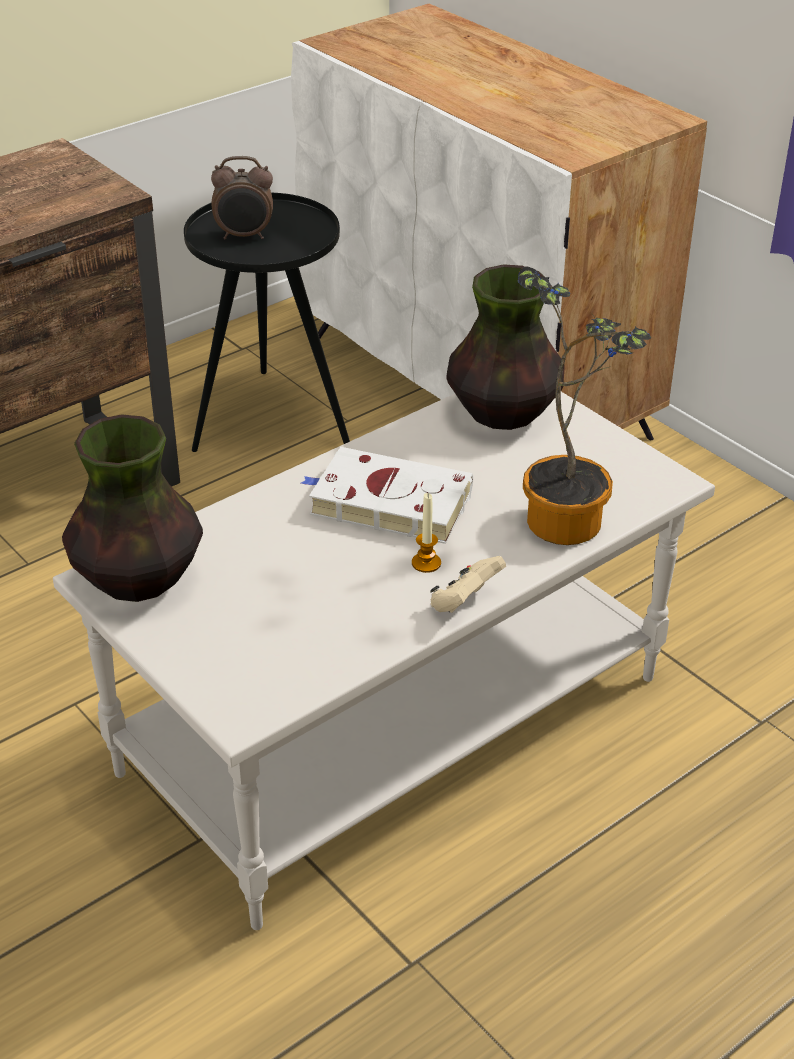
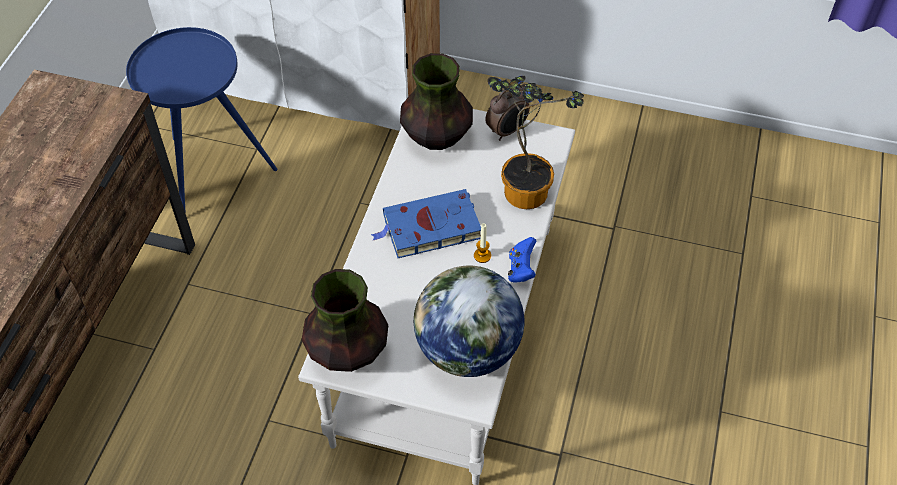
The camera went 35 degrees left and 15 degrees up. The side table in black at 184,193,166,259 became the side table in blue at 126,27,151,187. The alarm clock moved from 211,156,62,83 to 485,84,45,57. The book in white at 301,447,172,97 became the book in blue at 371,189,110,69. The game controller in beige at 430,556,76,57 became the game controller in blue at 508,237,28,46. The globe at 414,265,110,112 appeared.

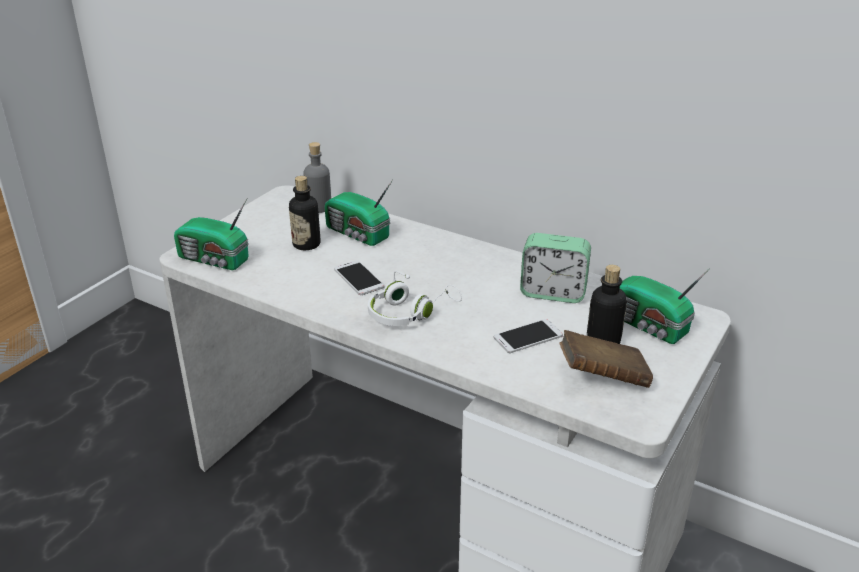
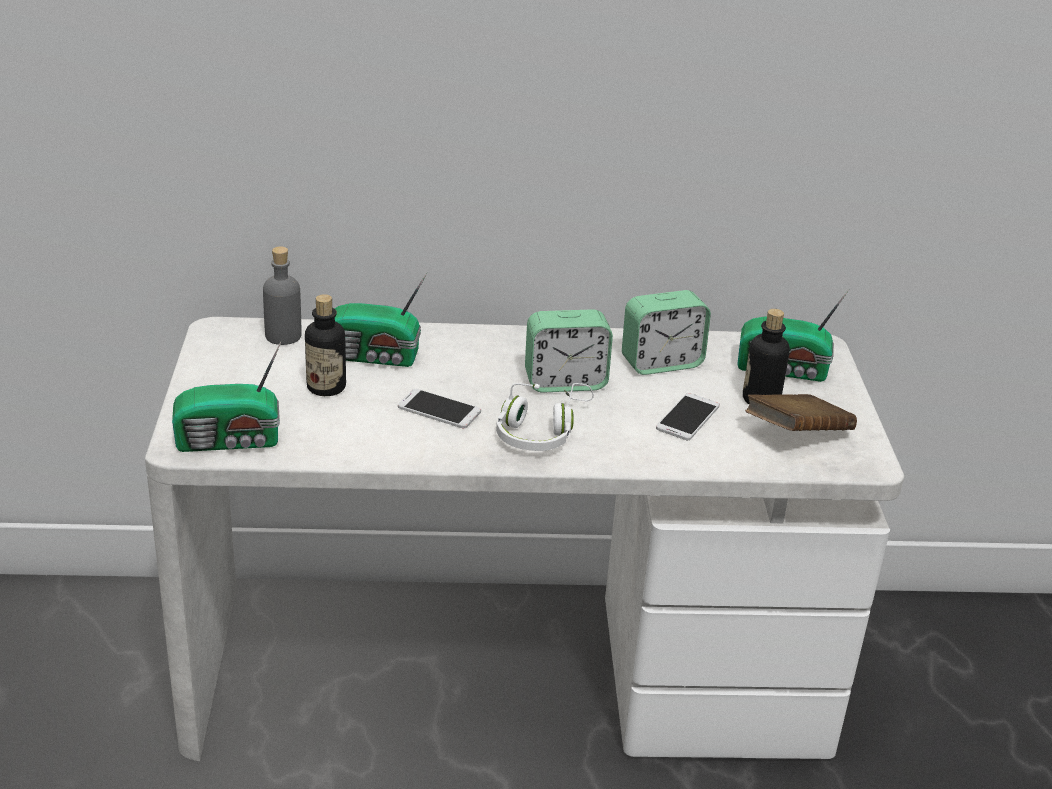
The camera went 35 degrees left and 0 degrees up. The alarm clock at 525,309,88,84 appeared.

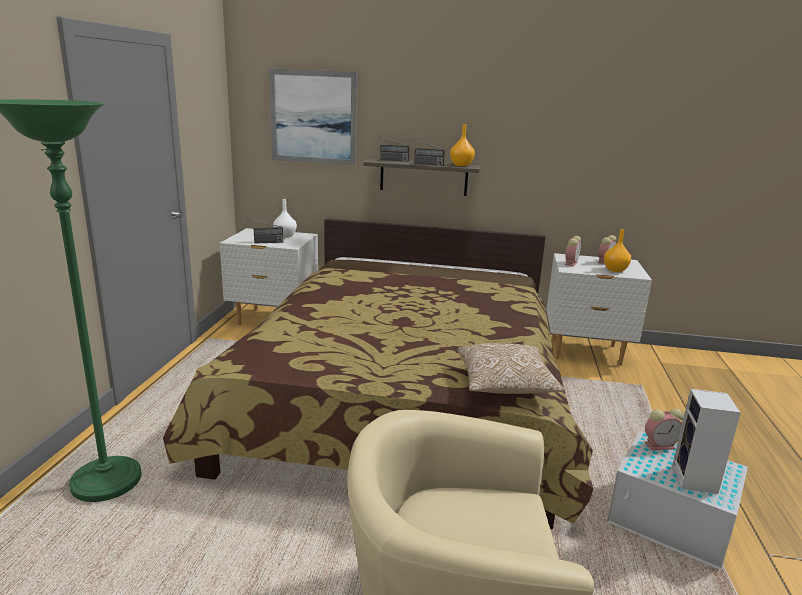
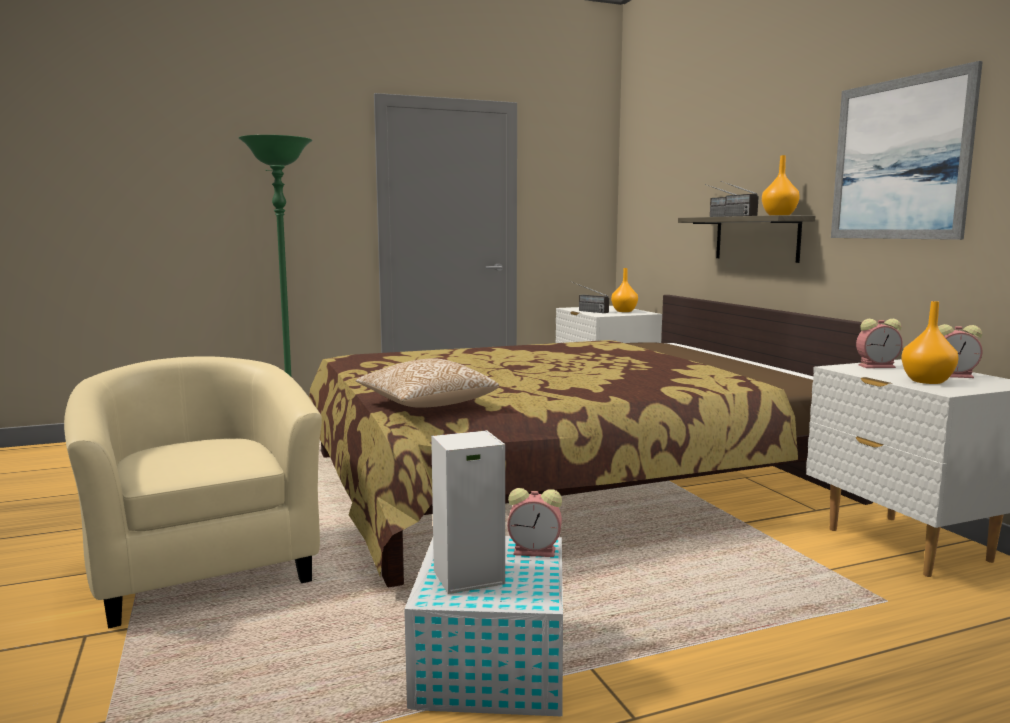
The camera went 60 degrees right and 10 degrees down. The picture moved from 269,69,88,96 to 831,61,152,179. The vase in white at 273,199,24,39 became the vase in orange at 611,268,27,44. The alarm clock at 645,409,39,41 turned 45 degrees counterclockwise.

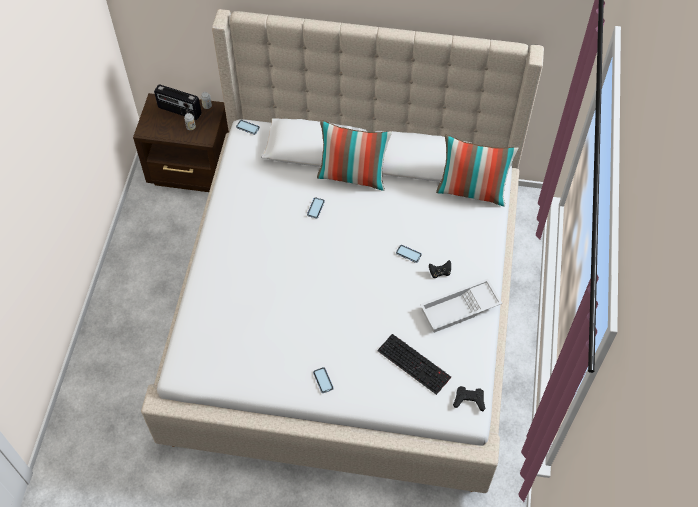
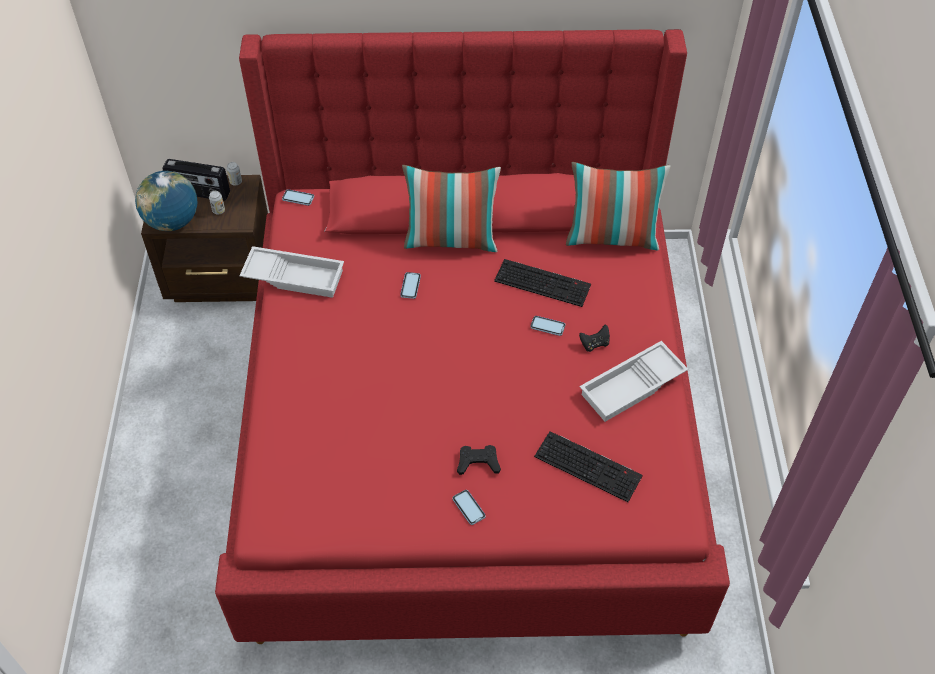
The camera went 10 degrees left and 5 degrees down. The bed in beige at 141,9,403,484 became the bed in red at 215,29,515,615. The game controller in black moved from 453,386,32,25 to 457,445,44,30. The globe at 135,171,63,60 appeared. The tray in white at 240,246,104,52 appeared. The keyboard at 494,259,97,48 appeared.

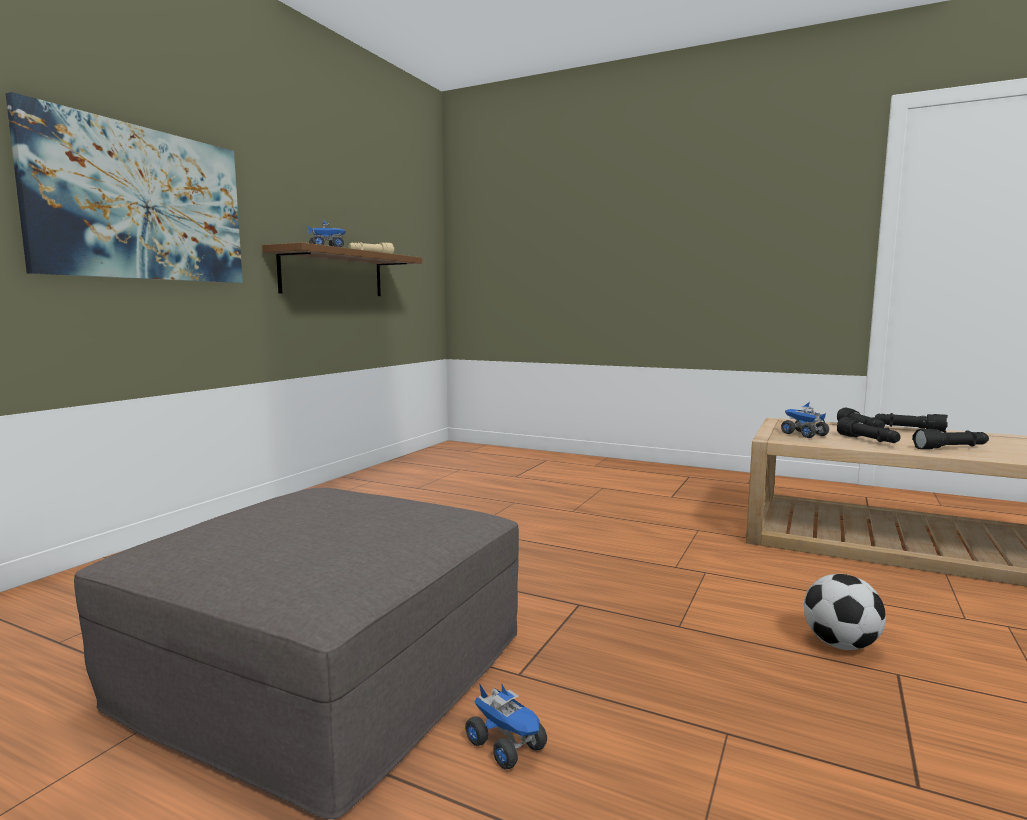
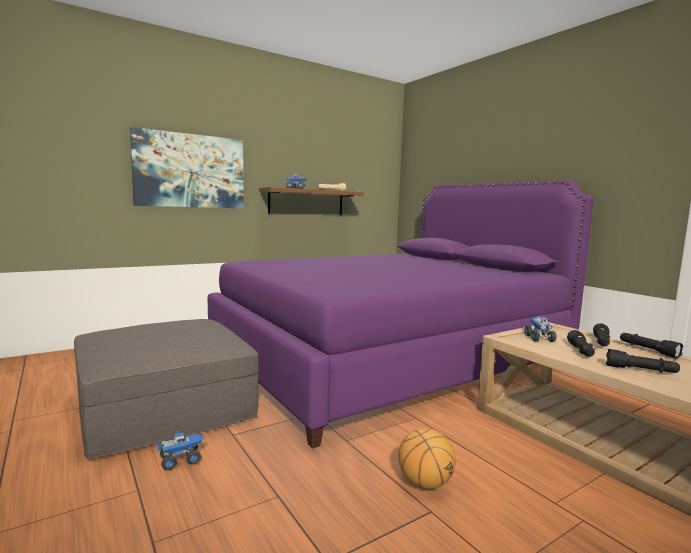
The camera went 30 degrees right and 0 degrees up. The toy truck at 465,683,82,87 turned 105 degrees counterclockwise. The football at 804,574,82,76 was replaced by the basketball at 398,428,58,61. The bed in purple at 207,180,387,269 appeared.

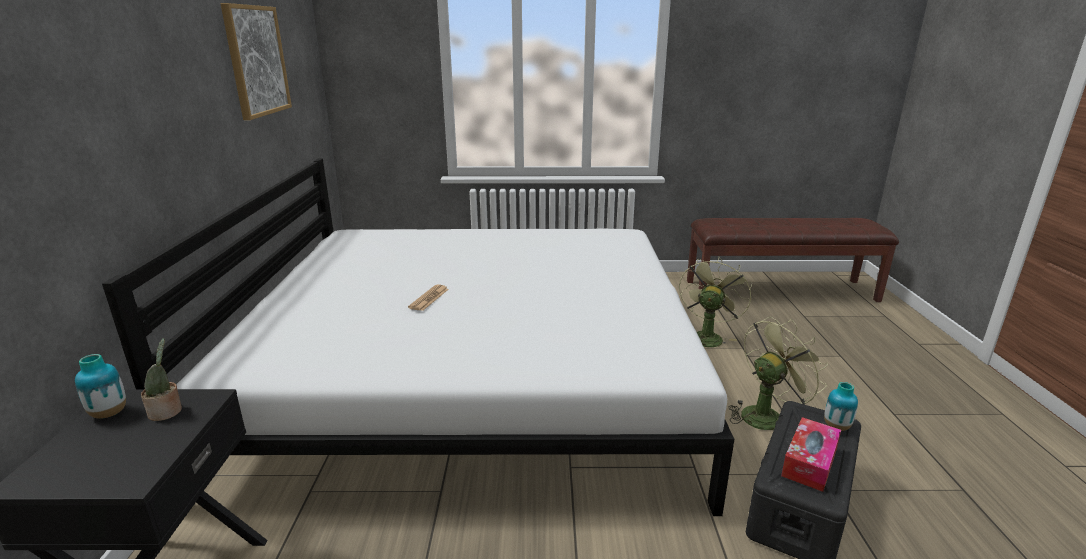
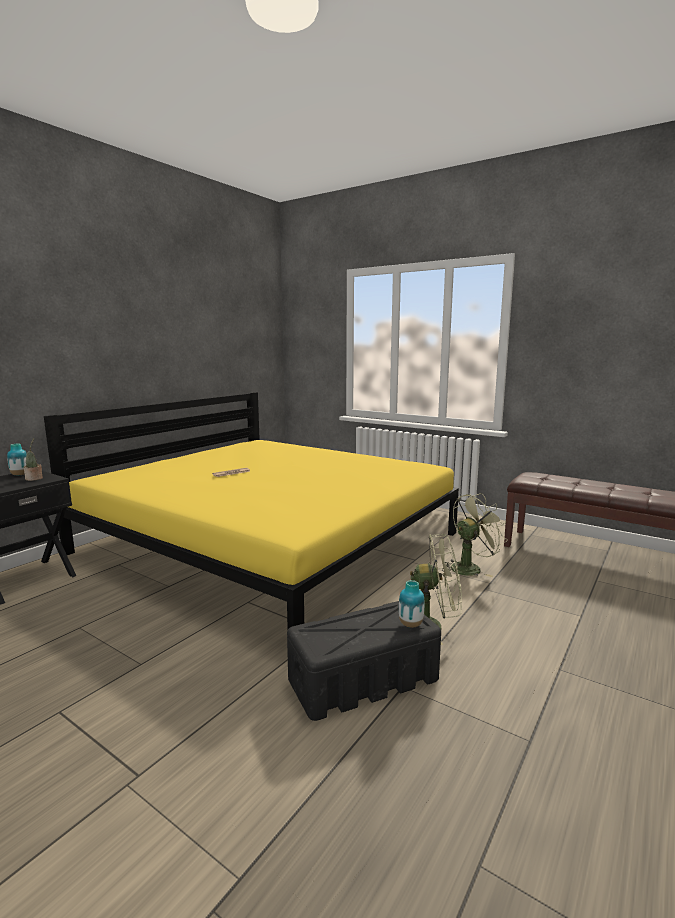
The camera went 35 degrees right and 10 degrees down. The bed in white at 102,158,632,358 became the bed in yellow at 44,392,415,237. The picture at 220,3,72,117 disappeared. The tissue box at 781,417,60,75 disappeared.

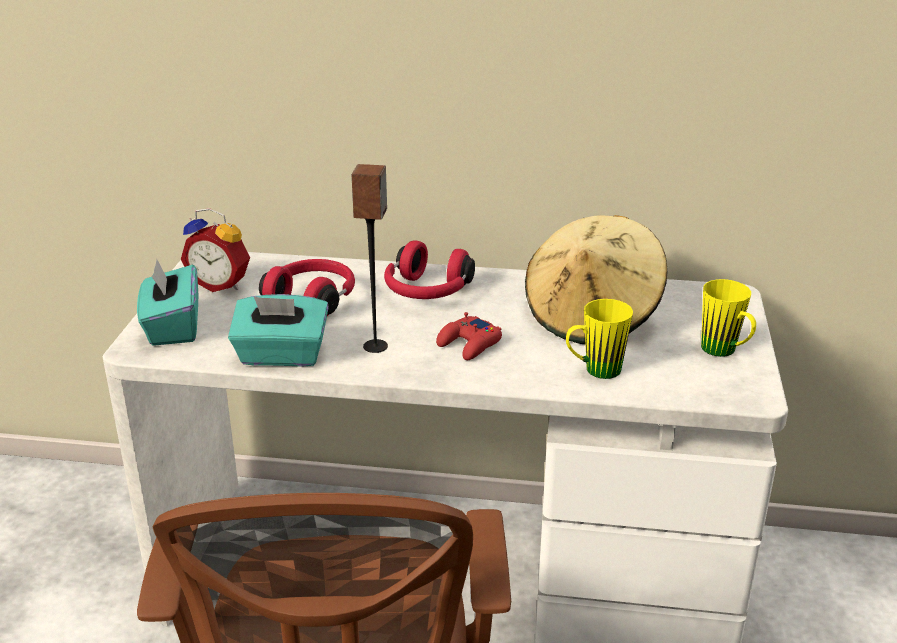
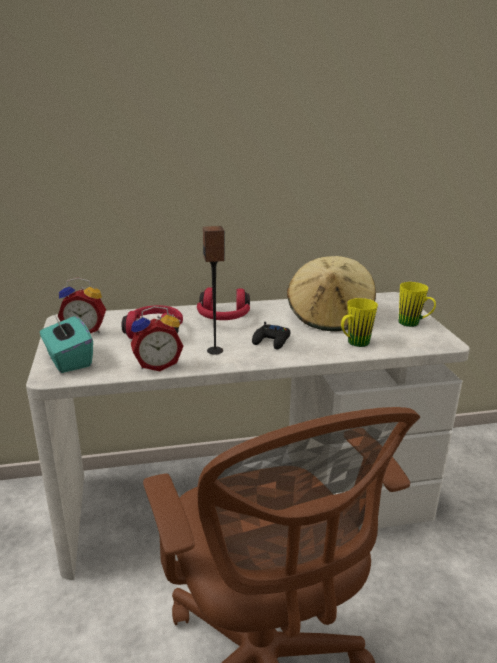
The camera went 20 degrees left and 5 degrees down. The tissue box in turquoise at 228,294,101,73 was replaced by the alarm clock at 131,306,52,65. The game controller in red at 436,312,66,48 became the game controller in black at 252,322,38,28.

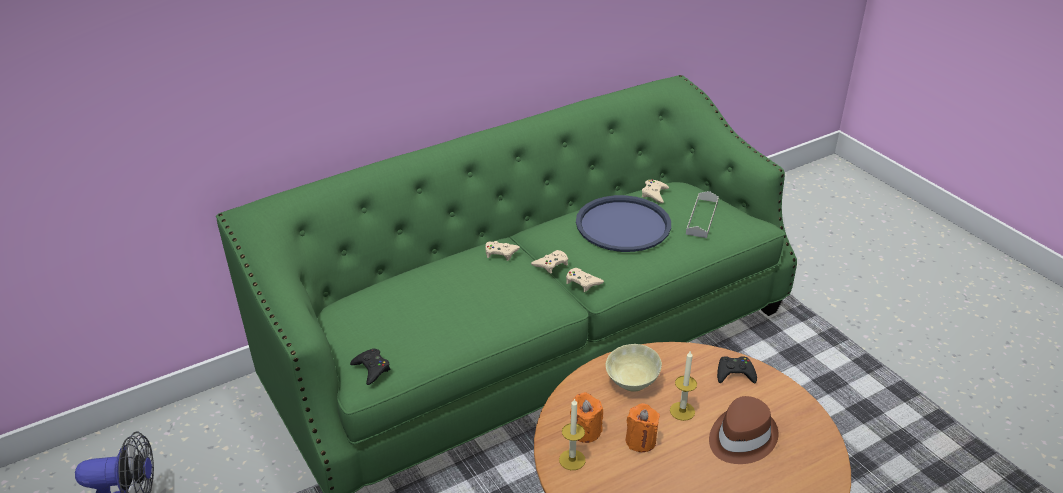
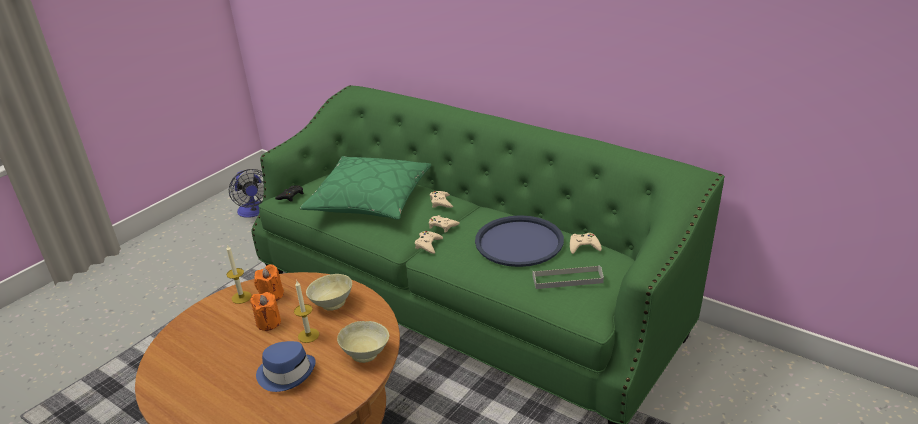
The camera went 70 degrees right and 5 degrees down. The hat in brown at 709,396,70,68 became the hat in blue at 256,341,60,51. The game controller in black at 717,356,40,27 was replaced by the bowl in beige at 337,321,52,42. The pillow in green at 300,156,131,64 appeared.

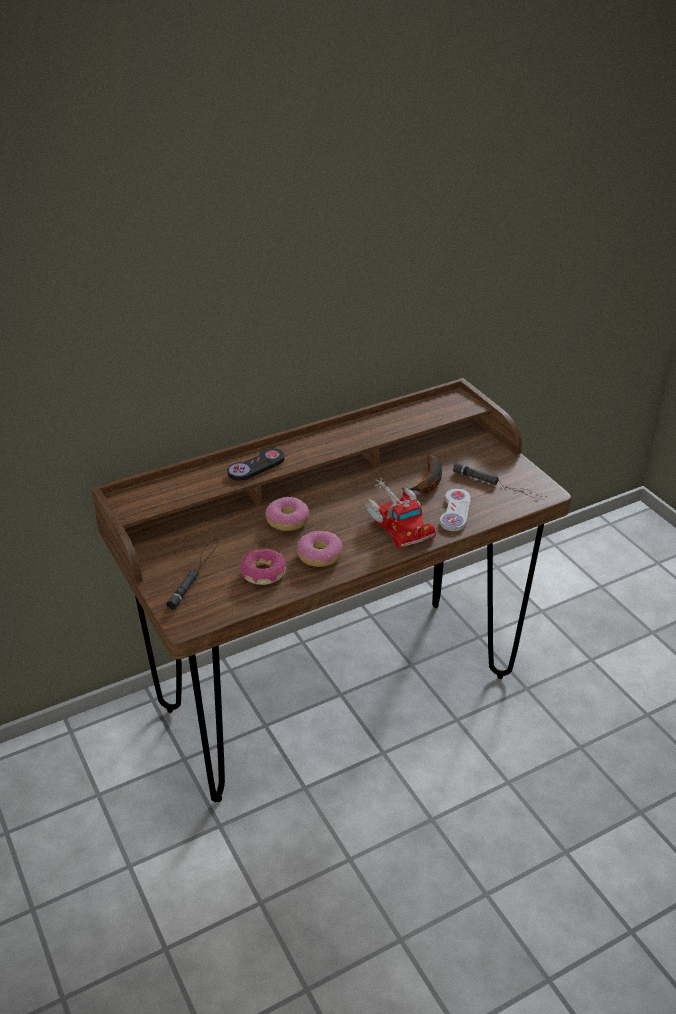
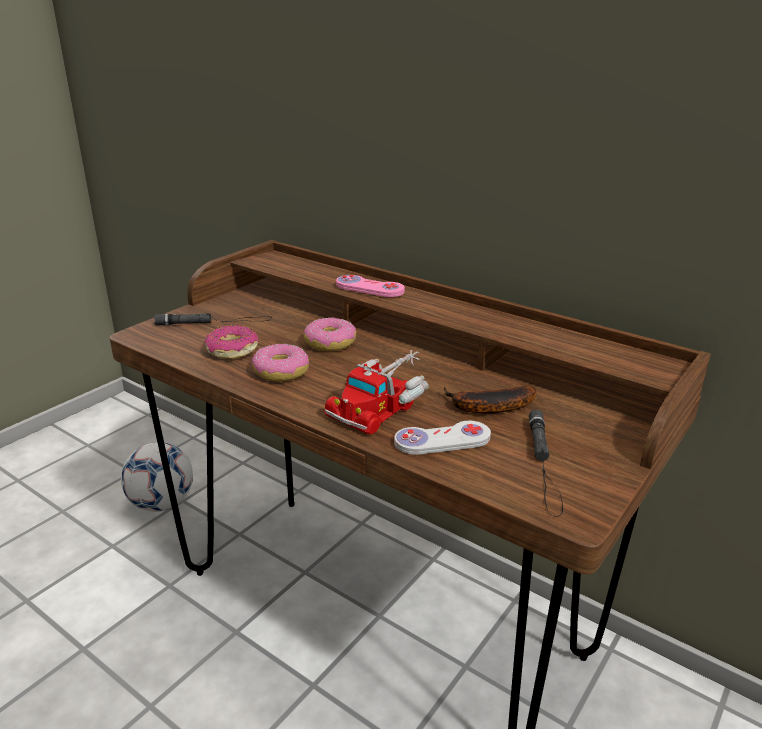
The camera went 65 degrees right and 10 degrees down. The game controller in black at 227,448,58,33 became the game controller in pink at 336,275,69,22. The football at 121,442,72,70 appeared.

